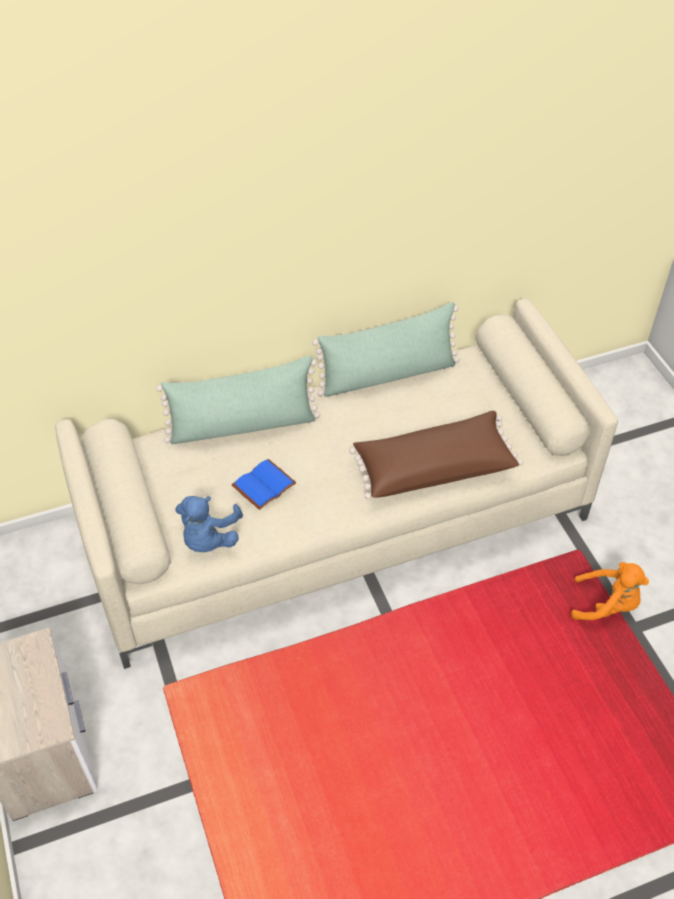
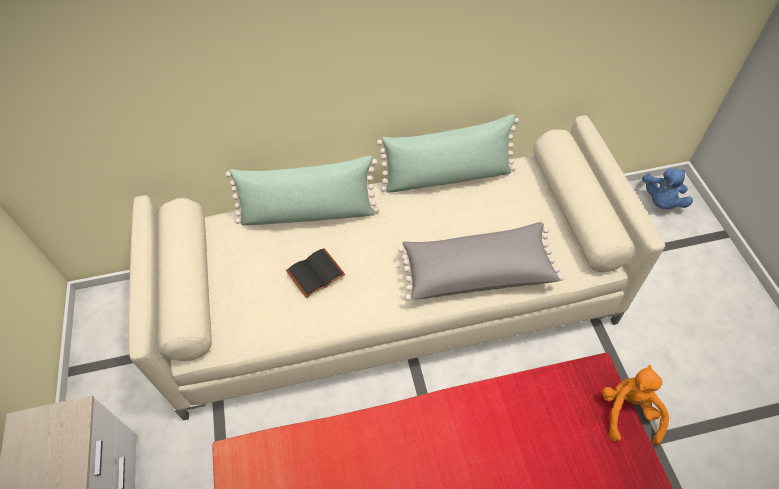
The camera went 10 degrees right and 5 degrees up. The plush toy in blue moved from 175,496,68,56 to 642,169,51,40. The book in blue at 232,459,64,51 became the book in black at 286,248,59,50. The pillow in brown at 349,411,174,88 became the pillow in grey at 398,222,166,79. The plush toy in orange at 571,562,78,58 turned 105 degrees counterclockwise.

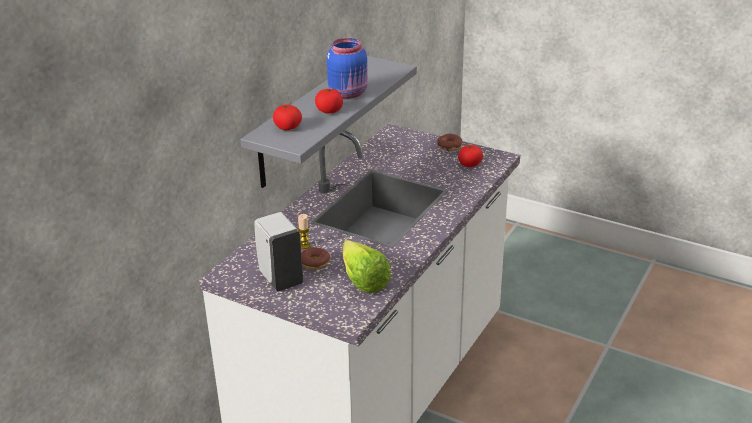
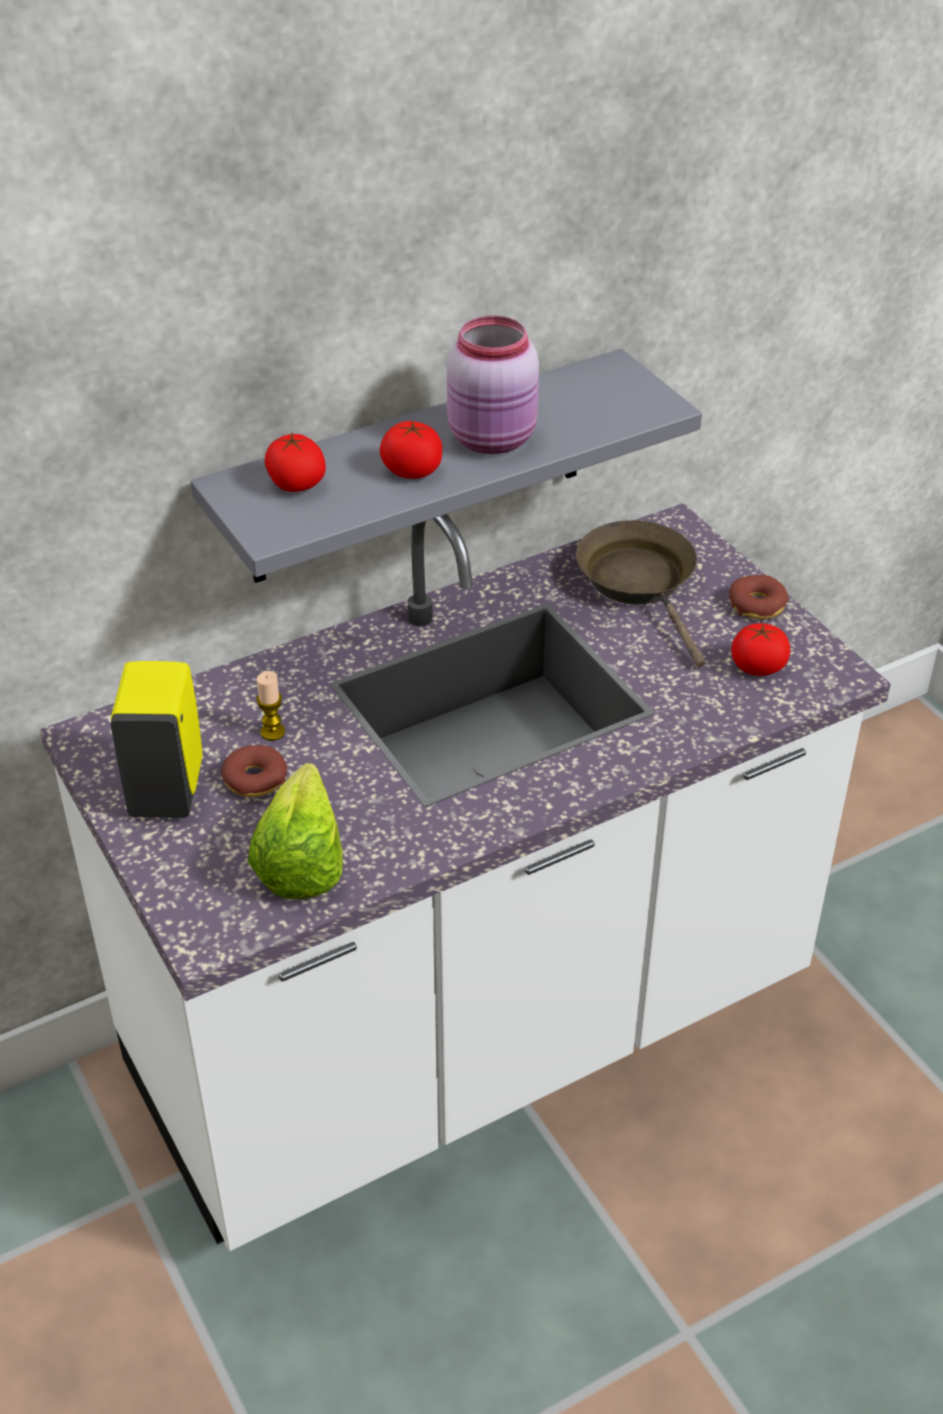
The camera went 30 degrees right and 10 degrees up. The soap dispenser in white at 254,212,49,79 became the soap dispenser in yellow at 110,661,93,157. The jar in blue at 327,38,41,61 became the jar in pink at 447,316,92,138. The frying pan in brown at 576,520,129,148 appeared.

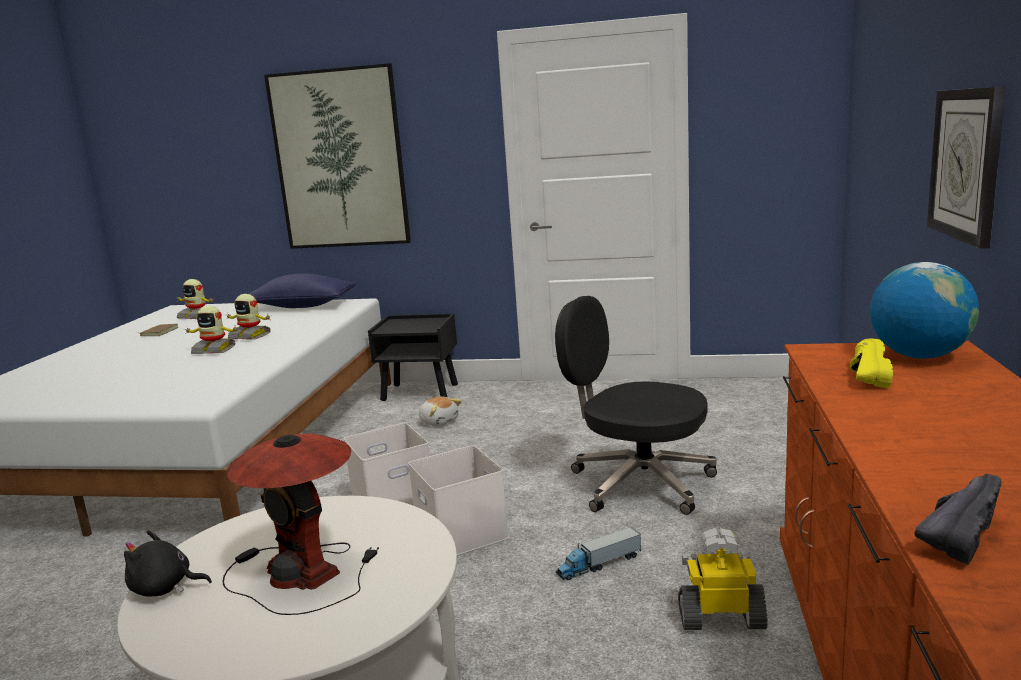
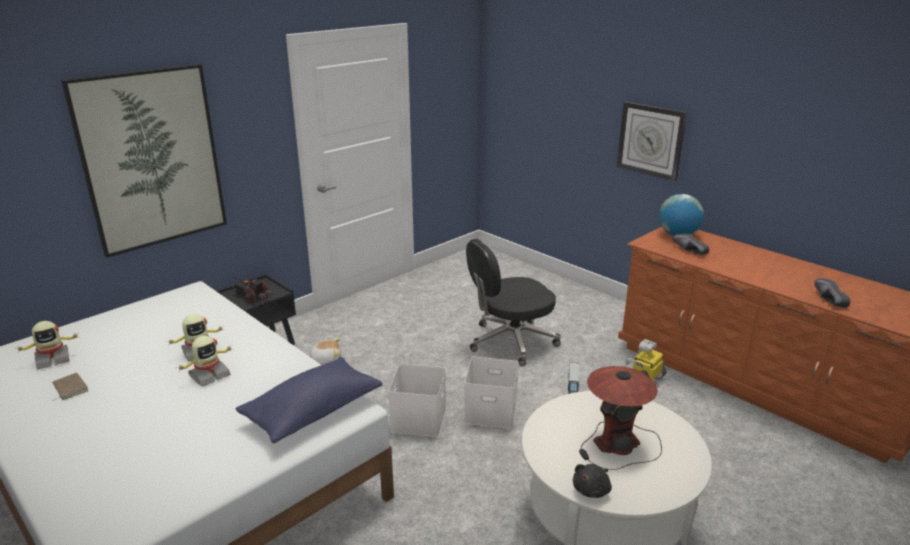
The camera went 55 degrees left and 10 degrees up. The pillow in blue moved from 248,273,108,35 to 236,357,146,87. The shoe in yellow at 850,339,43,49 became the shoe in black at 673,233,36,22. The toy truck at 232,278,40,25 appeared.

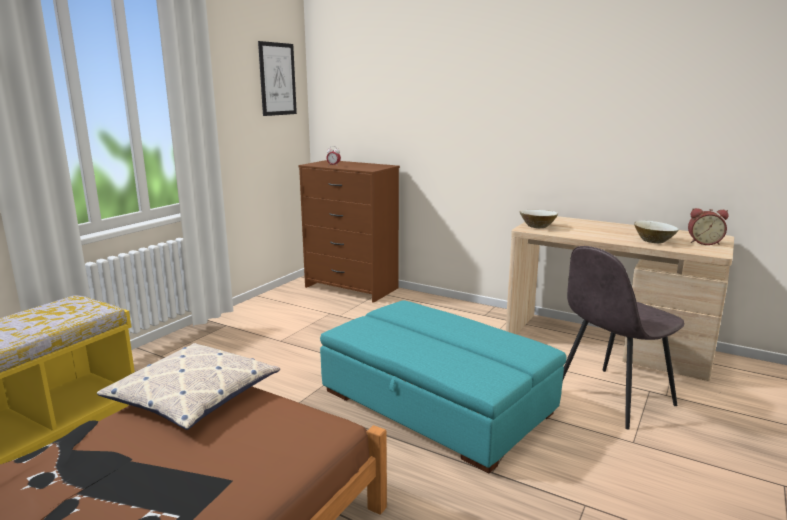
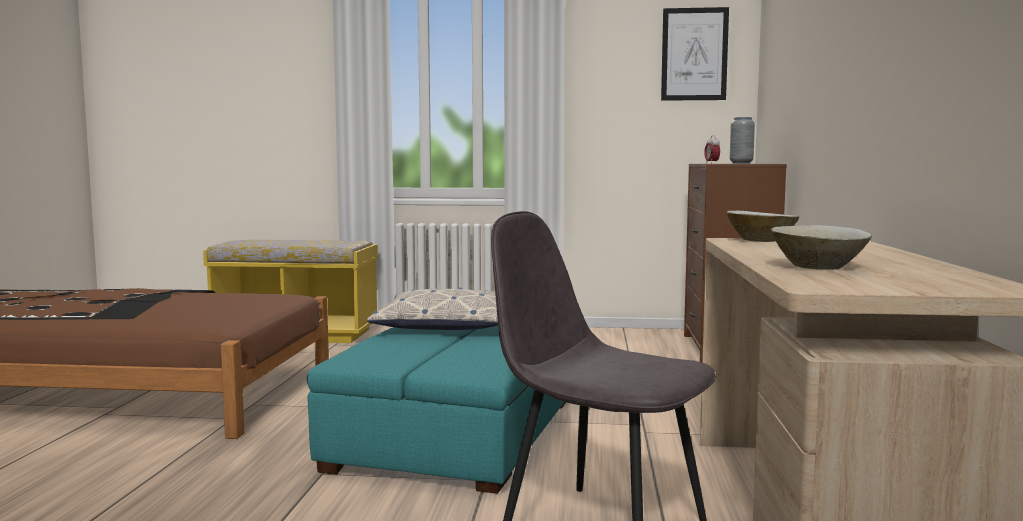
The camera went 65 degrees right and 10 degrees down. The pillow moved from 97,343,183,87 to 367,287,131,43. The alarm clock at 688,208,41,37 disappeared. The vase in grey at 730,117,25,47 appeared.

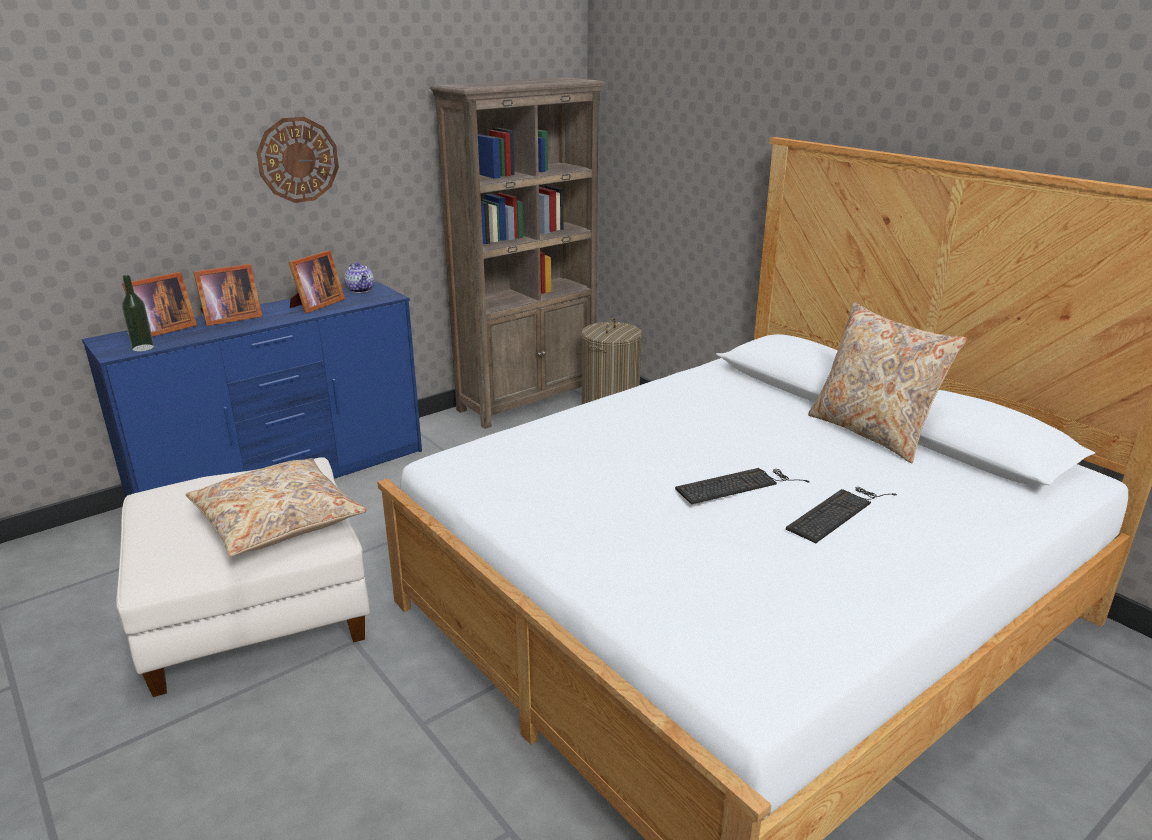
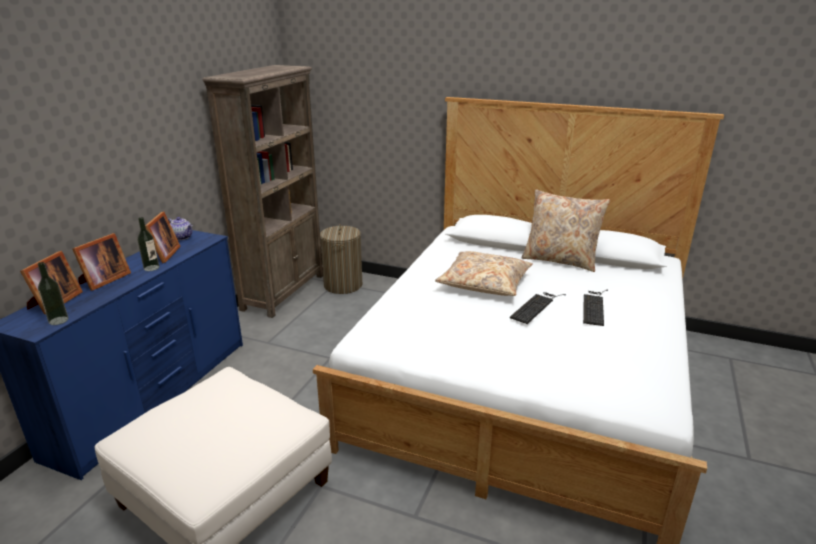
The camera went 30 degrees left and 0 degrees up. The pillow in beige moved from 186,458,181,99 to 435,251,98,45. The wall clock at 257,117,82,86 disappeared. The bottle at 137,217,22,54 appeared.

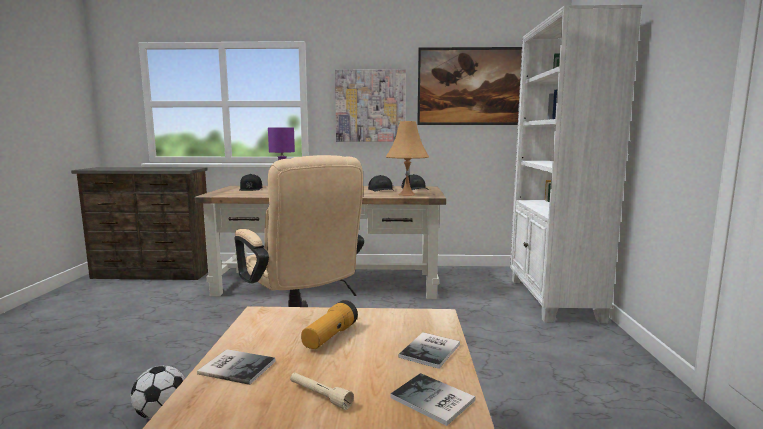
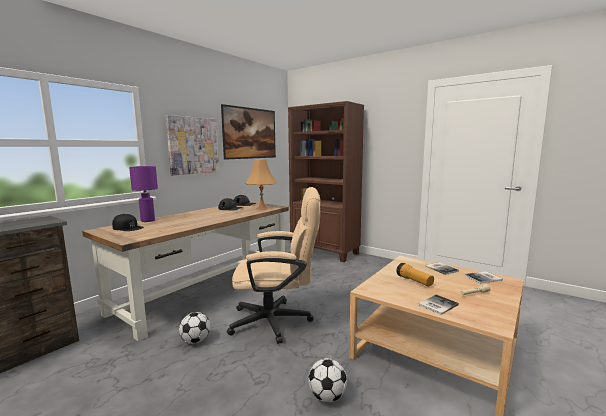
The camera went 55 degrees left and 0 degrees up. The bookcase in white at 510,5,132,319 became the bookcase in brown at 288,101,76,161. The football at 179,312,31,32 appeared.

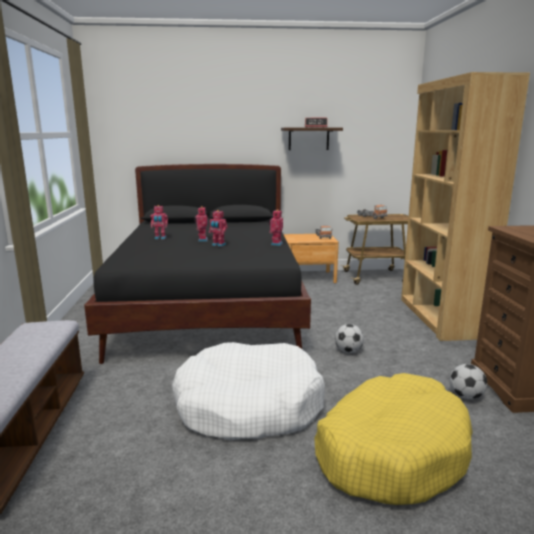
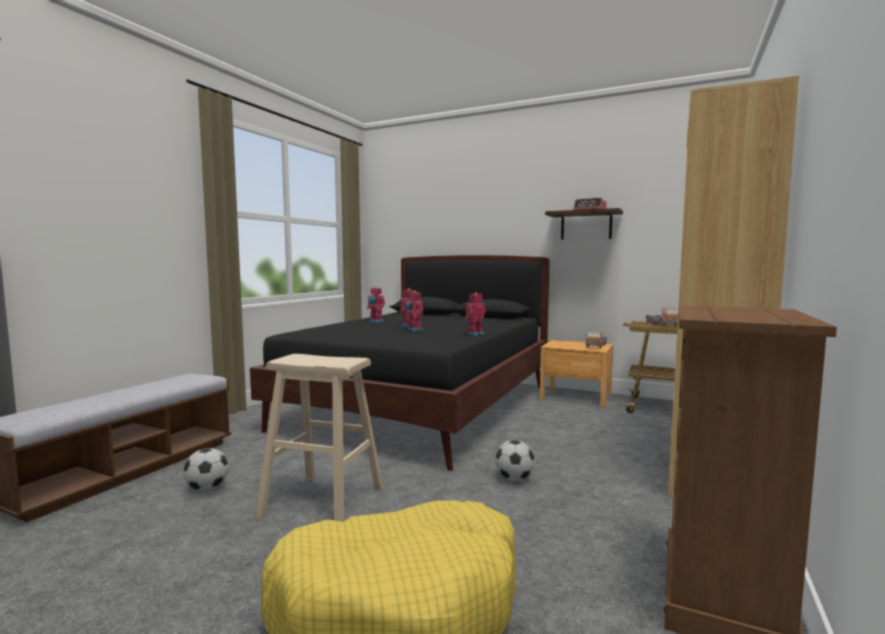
The camera went 30 degrees right and 10 degrees down. The dog bed in white at 172,342,153,99 was replaced by the stool in beige at 255,354,128,168. The football moved from 450,364,37,36 to 183,448,46,43.

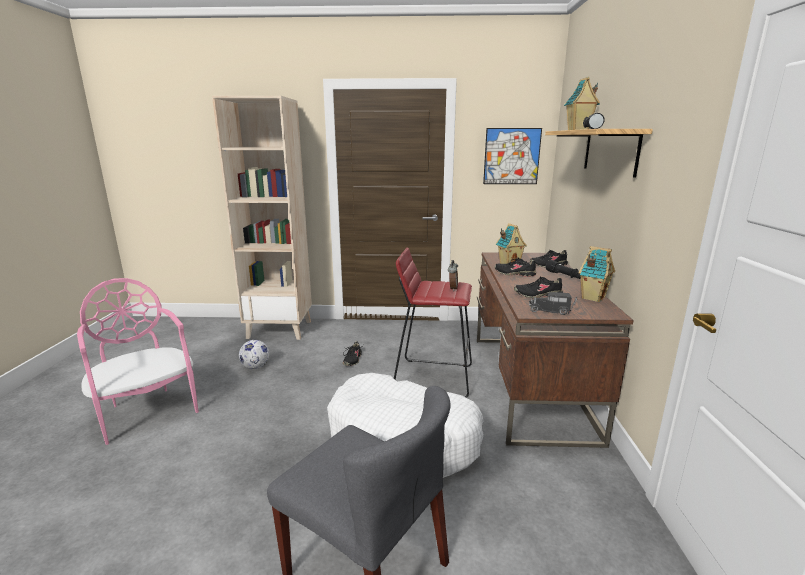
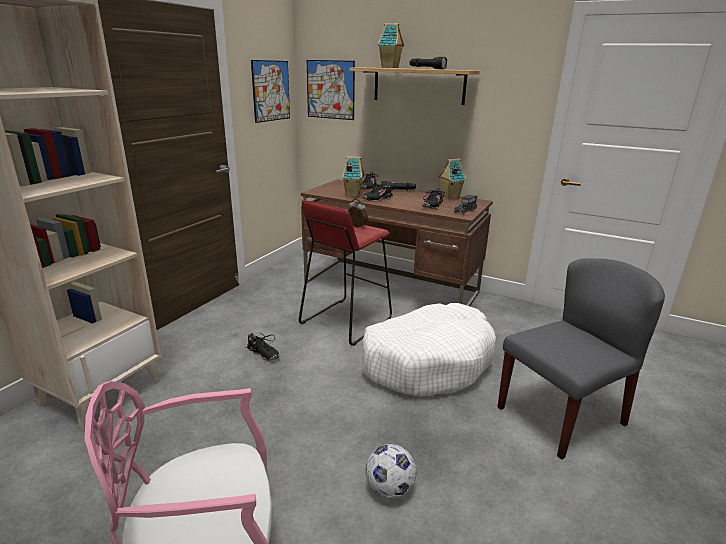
The camera went 65 degrees left and 5 degrees up. The football moved from 239,340,30,29 to 366,444,50,55. The picture at 307,60,48,60 appeared.

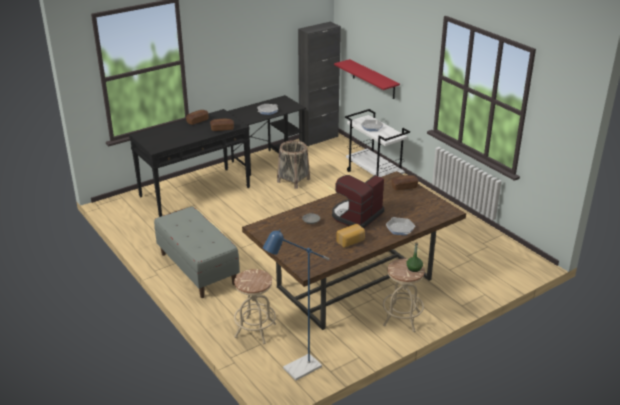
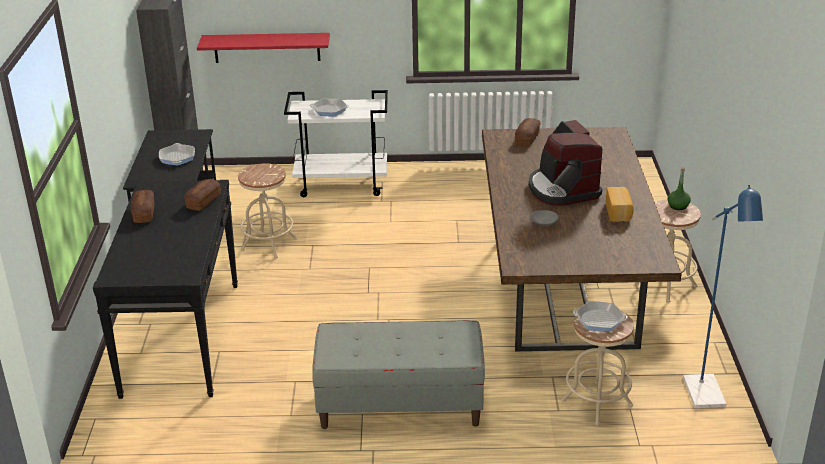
The camera went 55 degrees left and 0 degrees up. The basket at 277,140,33,49 was replaced by the stool in beige at 238,163,59,96. The frying pan moved from 386,217,29,18 to 573,301,55,31.

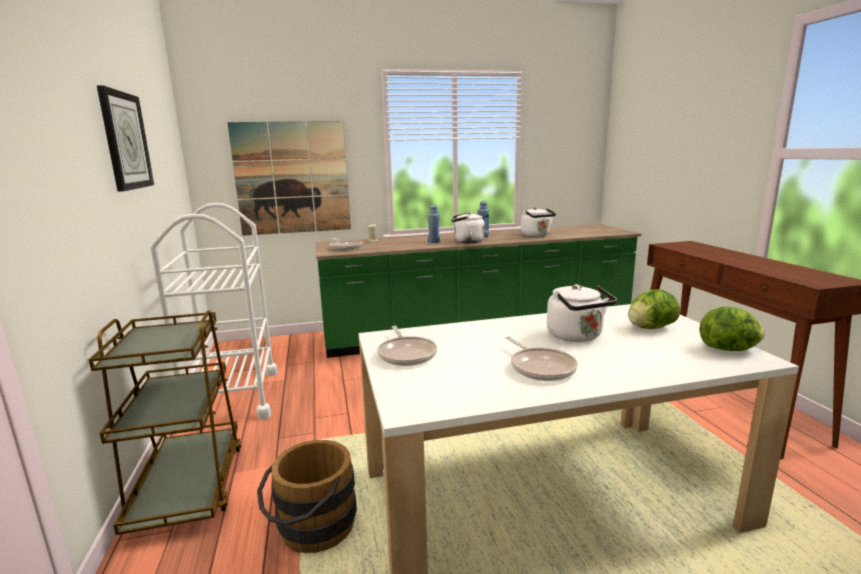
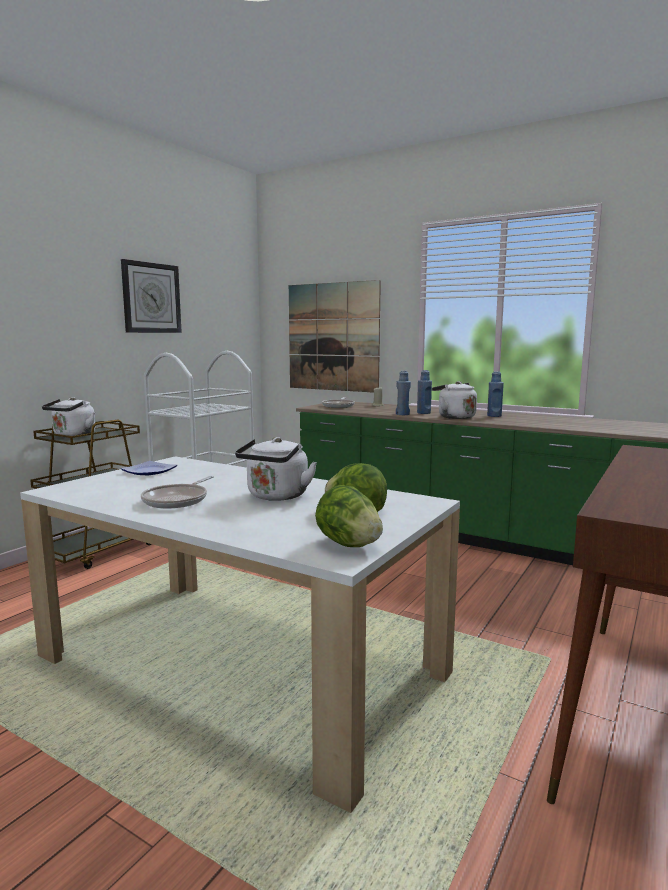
The camera went 45 degrees right and 5 degrees down. The bucket in brown at 257,440,100,113 disappeared. The frying pan at 377,326,60,40 was replaced by the plate at 121,461,56,14. The kettle in white moved from 521,207,35,30 to 42,397,53,40. The bottle in blue at 396,371,15,44 appeared.

